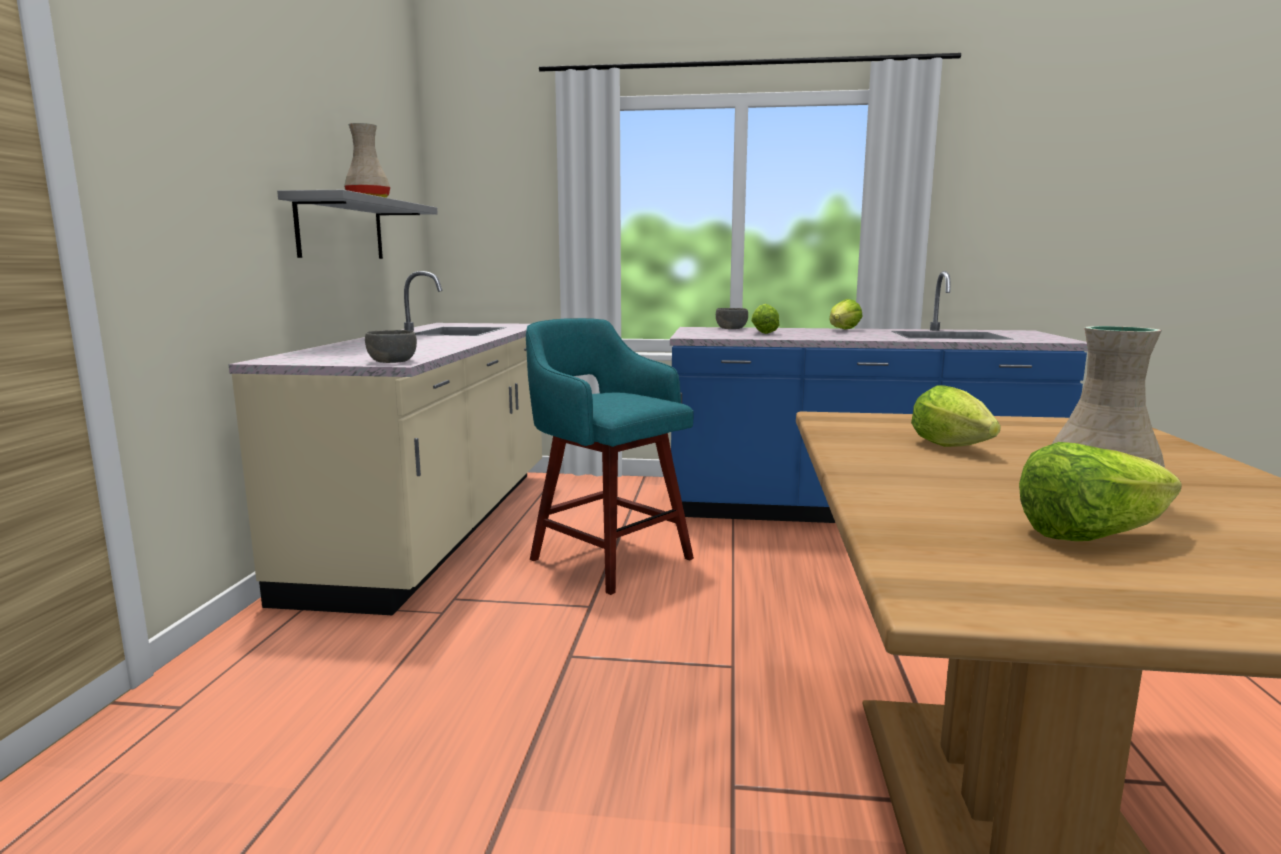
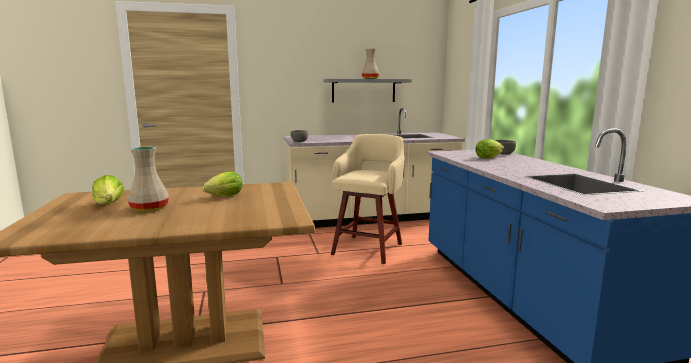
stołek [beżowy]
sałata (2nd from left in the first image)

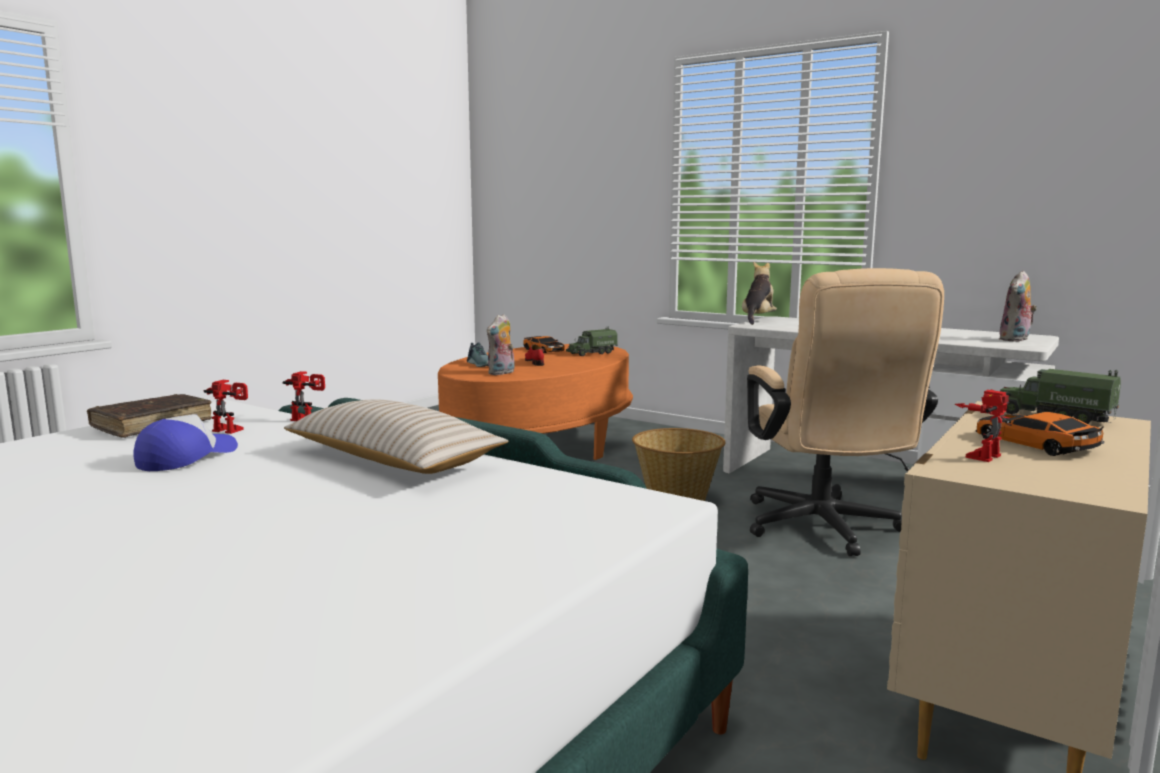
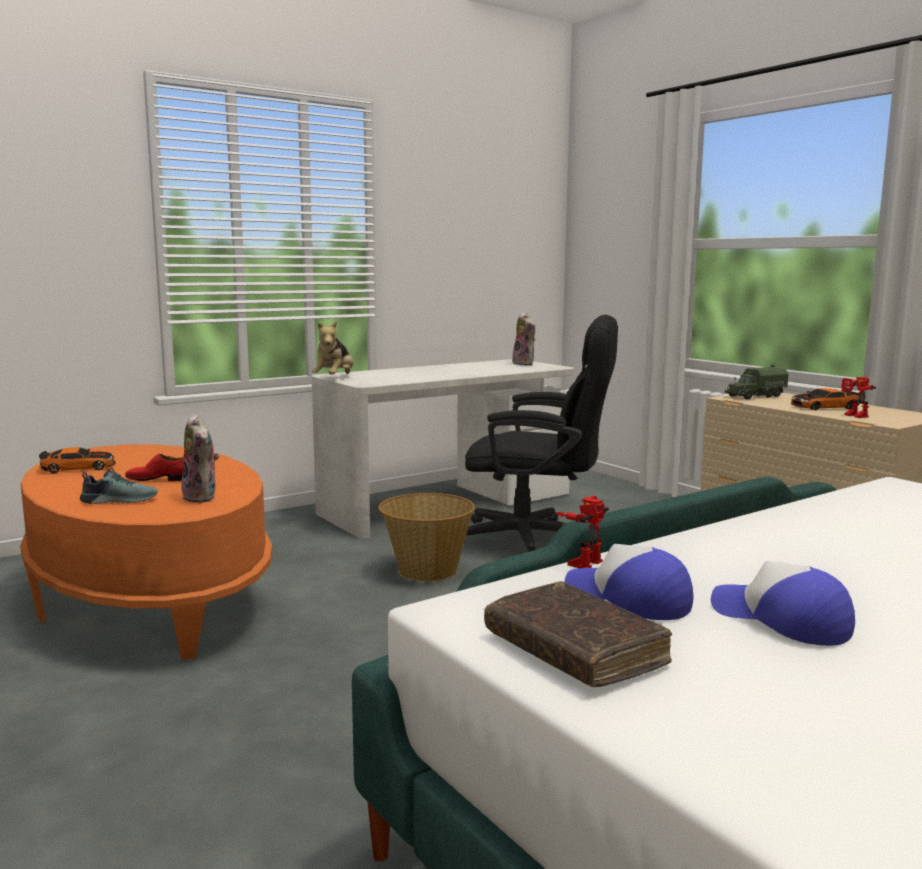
pluszak (2nd from left)
krzesło biurowe [czarny]
czapka z daszkiem (1st from left)
poduszka [beżowy]
ciężarówka zabawkowa (1st from left in the first image)

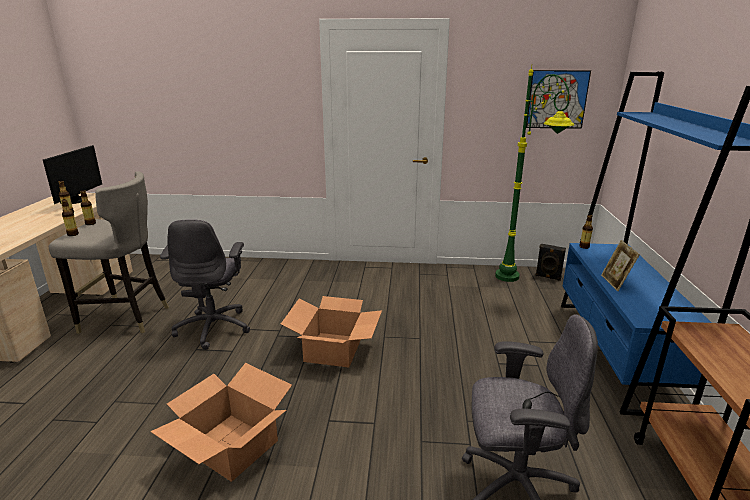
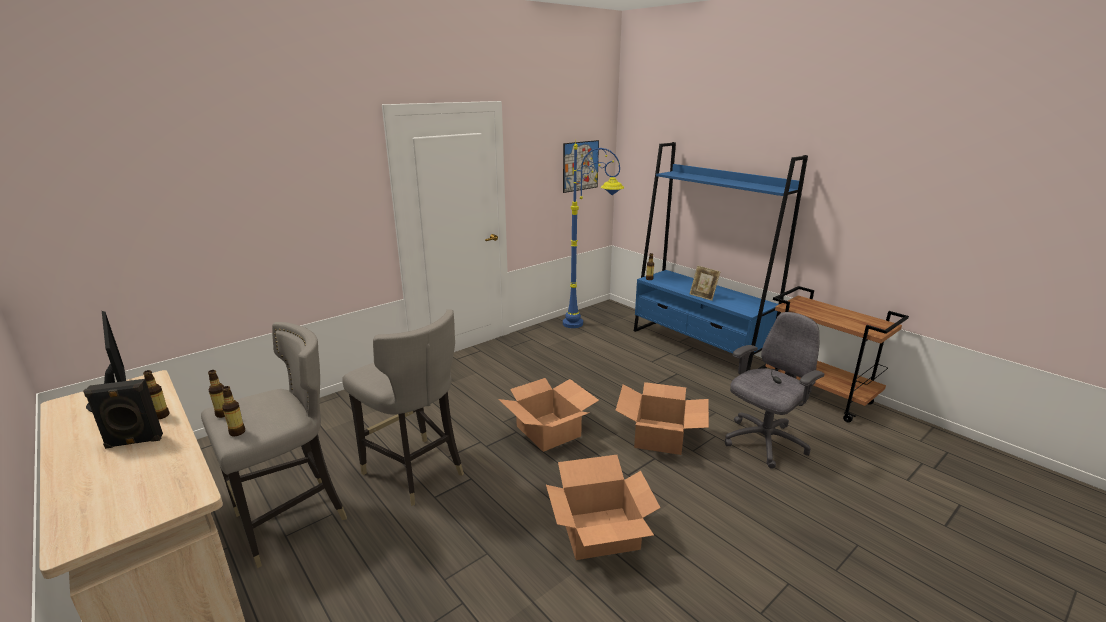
głośnik [czarny]
stołek [szary] (2nd from left)
lampa stojąca [niebieski]
karton (3rd from left)

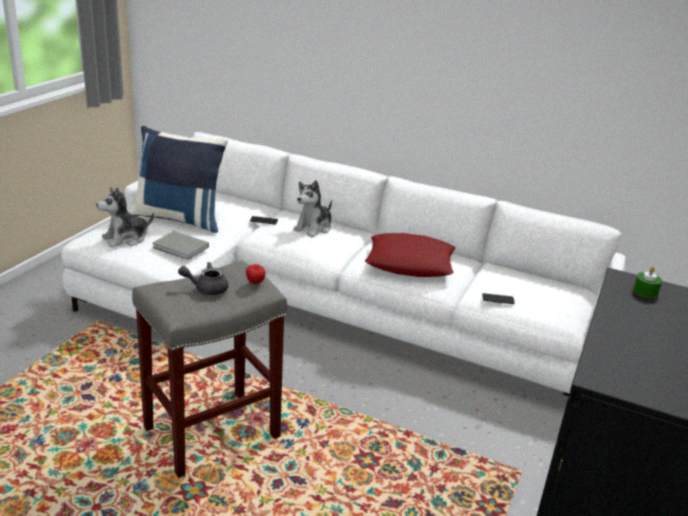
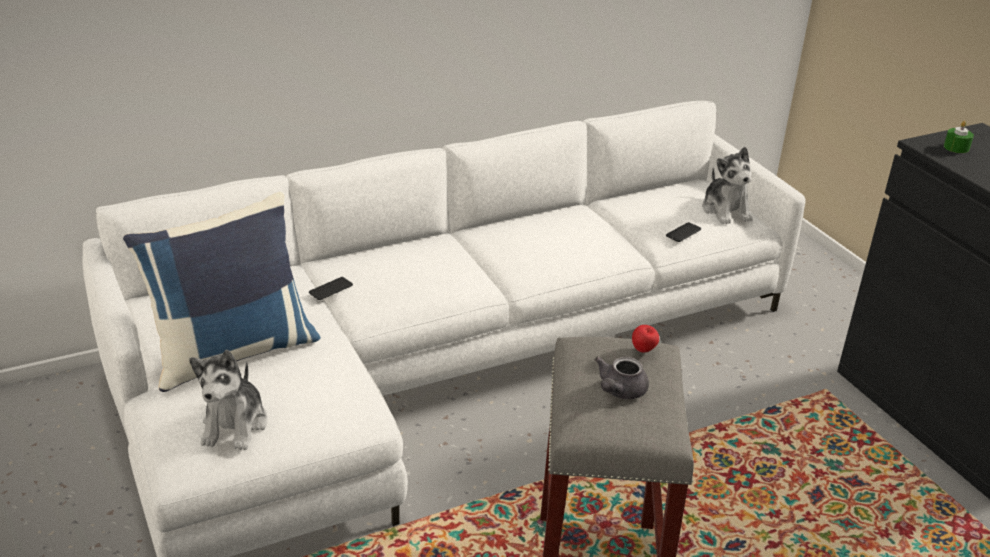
pluszak (2nd from left)
książka [szary]
poduszka [czerwony]

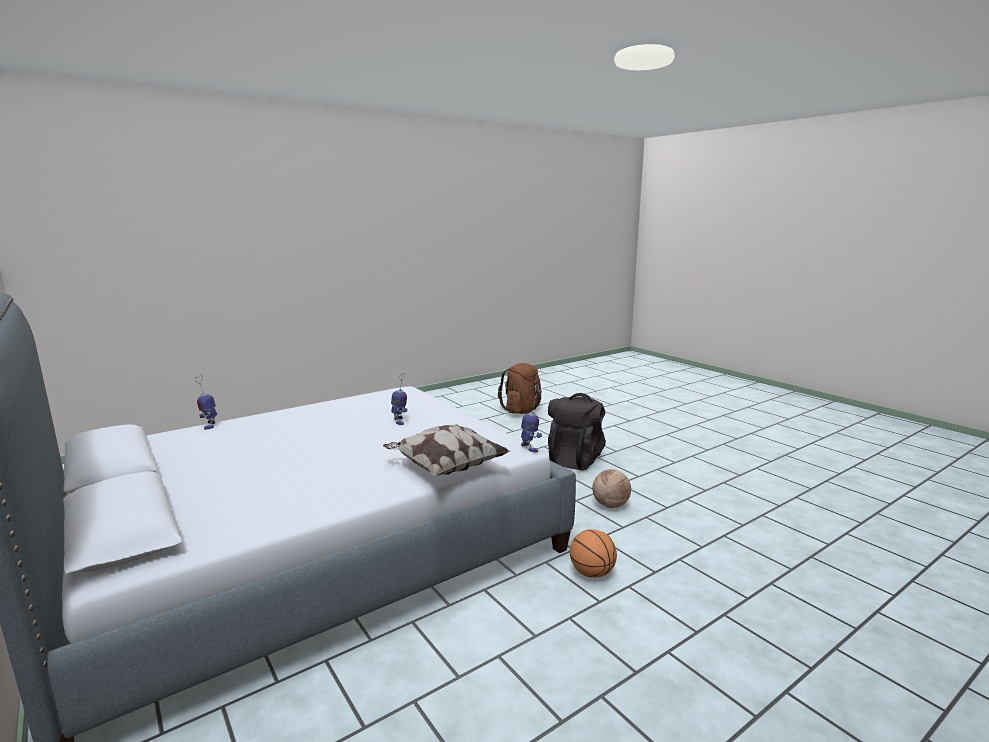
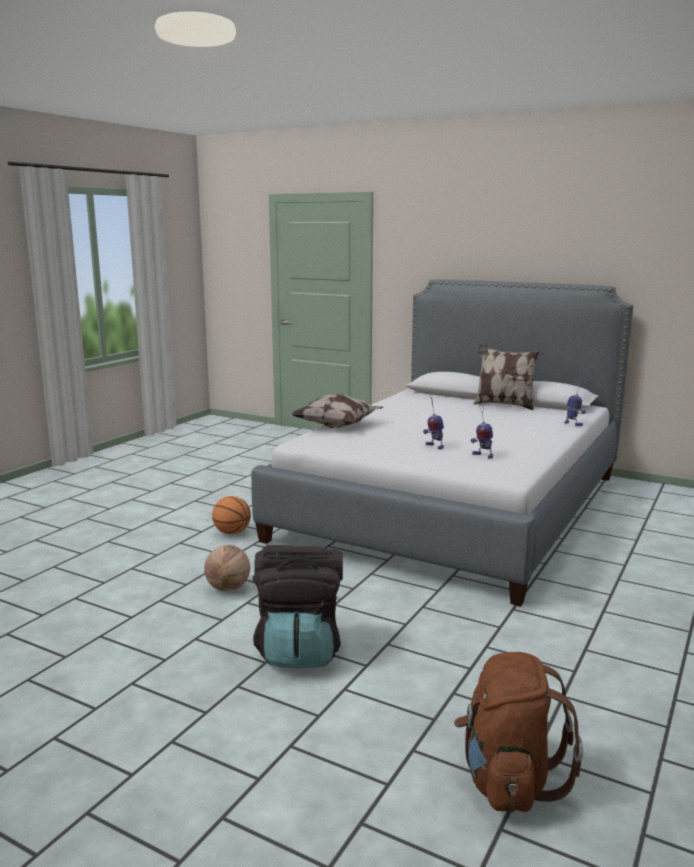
robot zabawkowy (2nd from left)
poduszka (2nd from left)

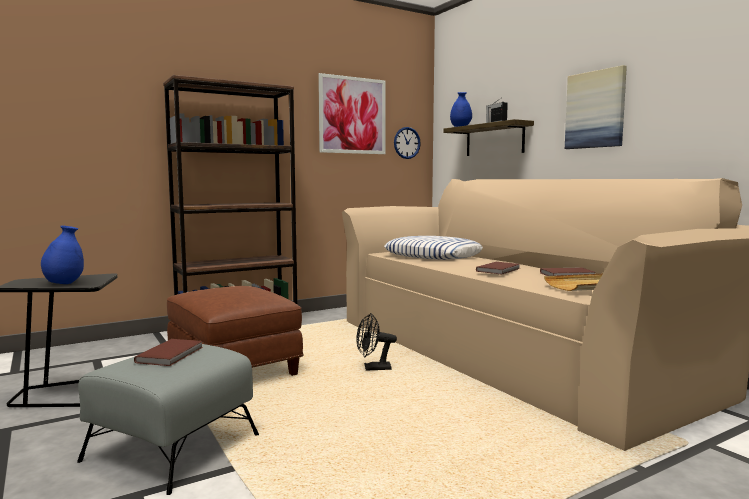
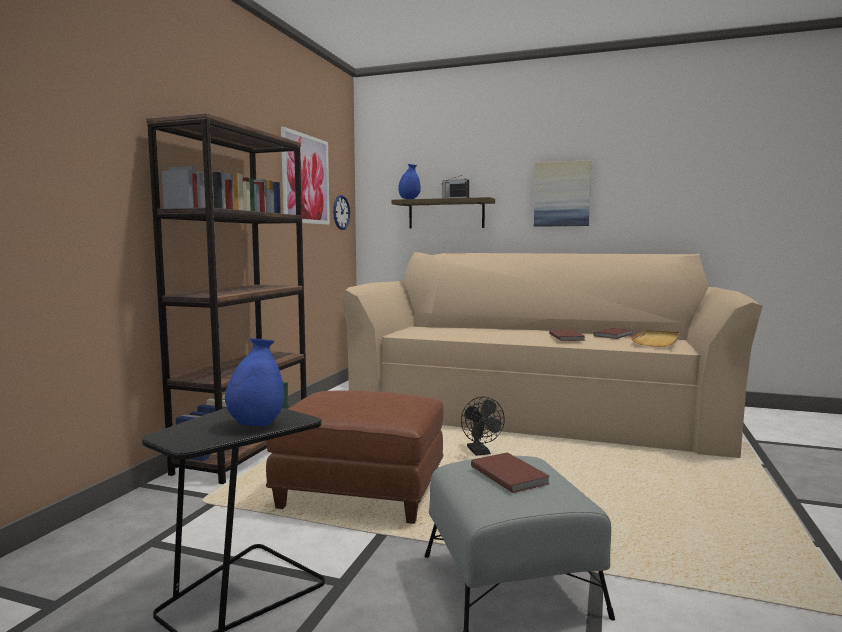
wentylator [czarny]
poduszka

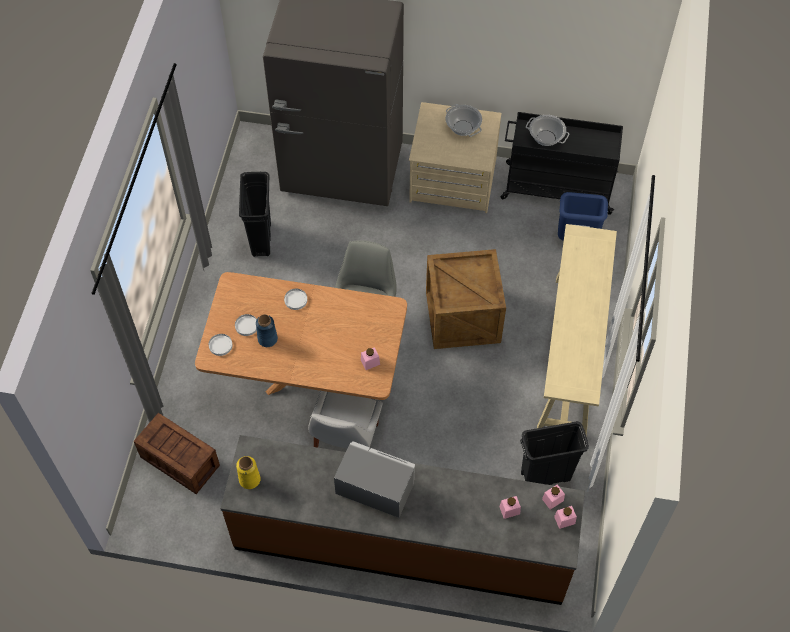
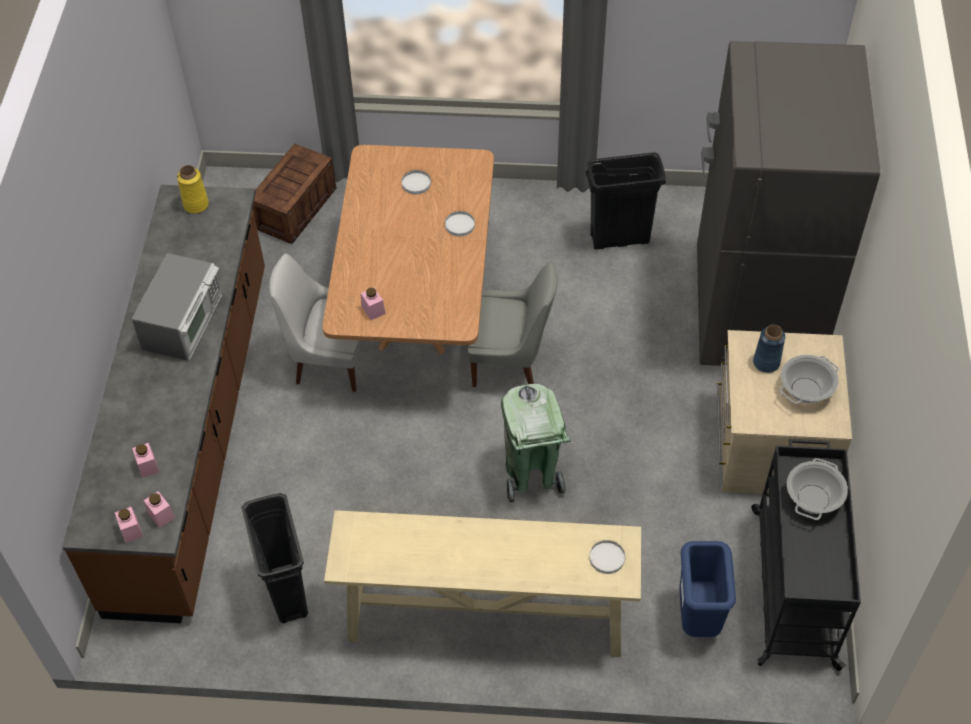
kosz na śmieci [zielony]
talerz [biały] (3rd from left)
wazon [niebieski]

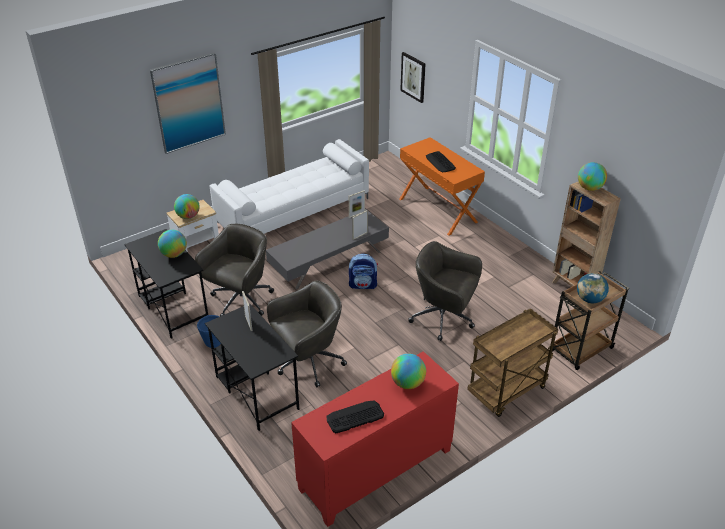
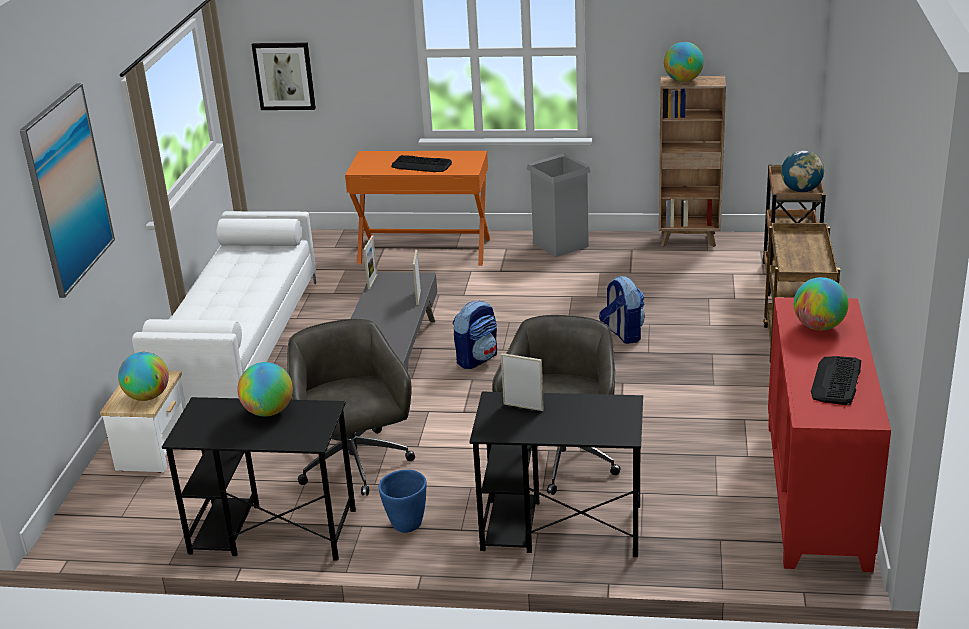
kosz na śmieci [szary]
plecak (2nd from left)

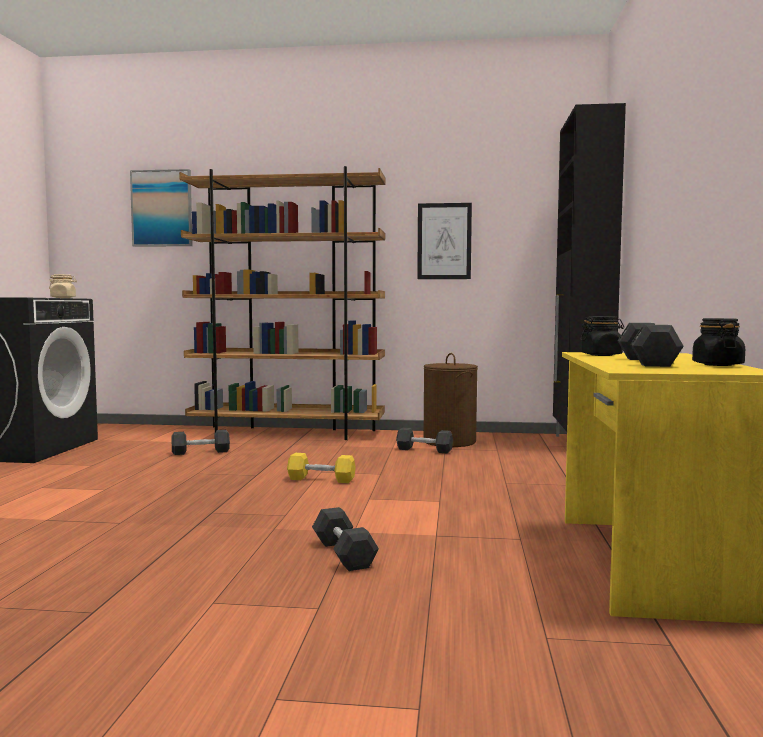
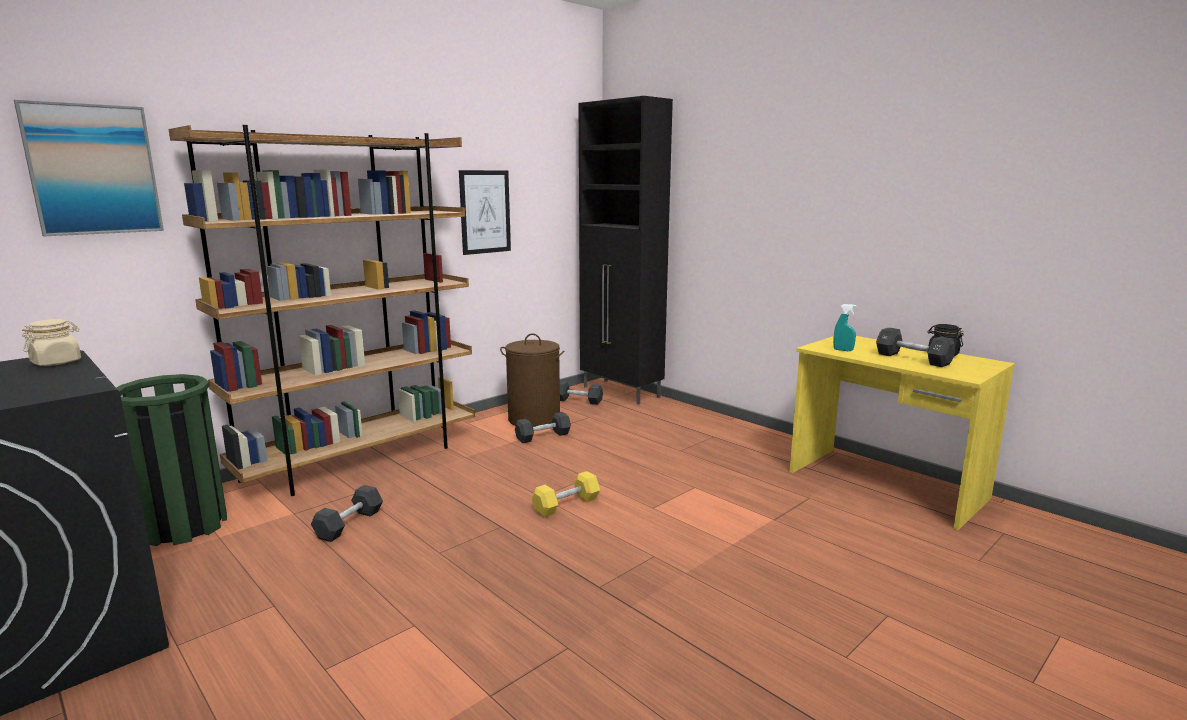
kosz na śmieci [zielony]
hantel [czarny] (3rd from left)
spryskiwacz [turkusowy]

